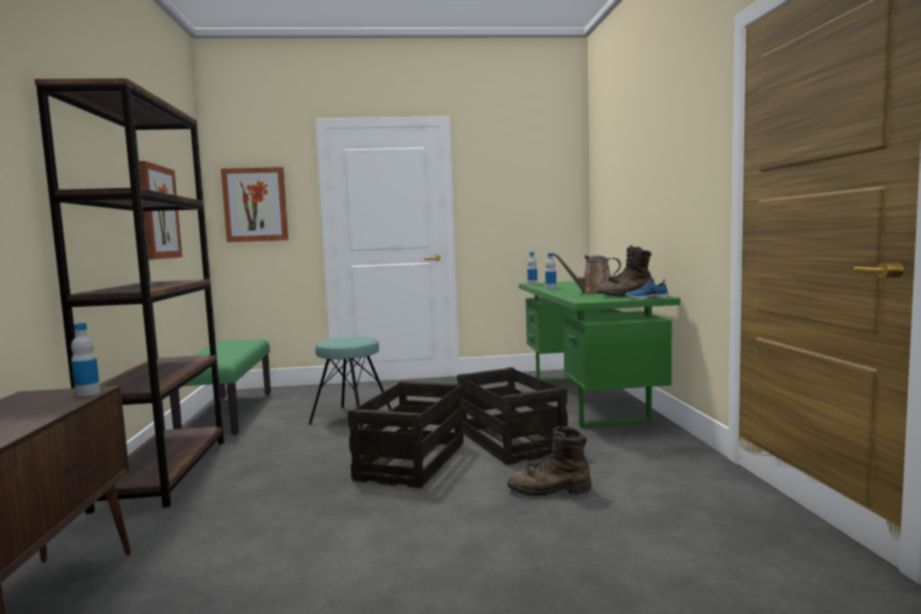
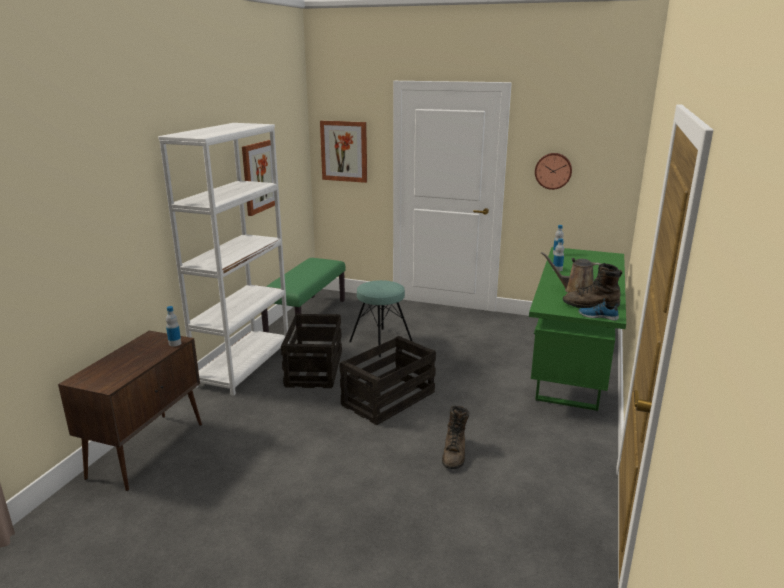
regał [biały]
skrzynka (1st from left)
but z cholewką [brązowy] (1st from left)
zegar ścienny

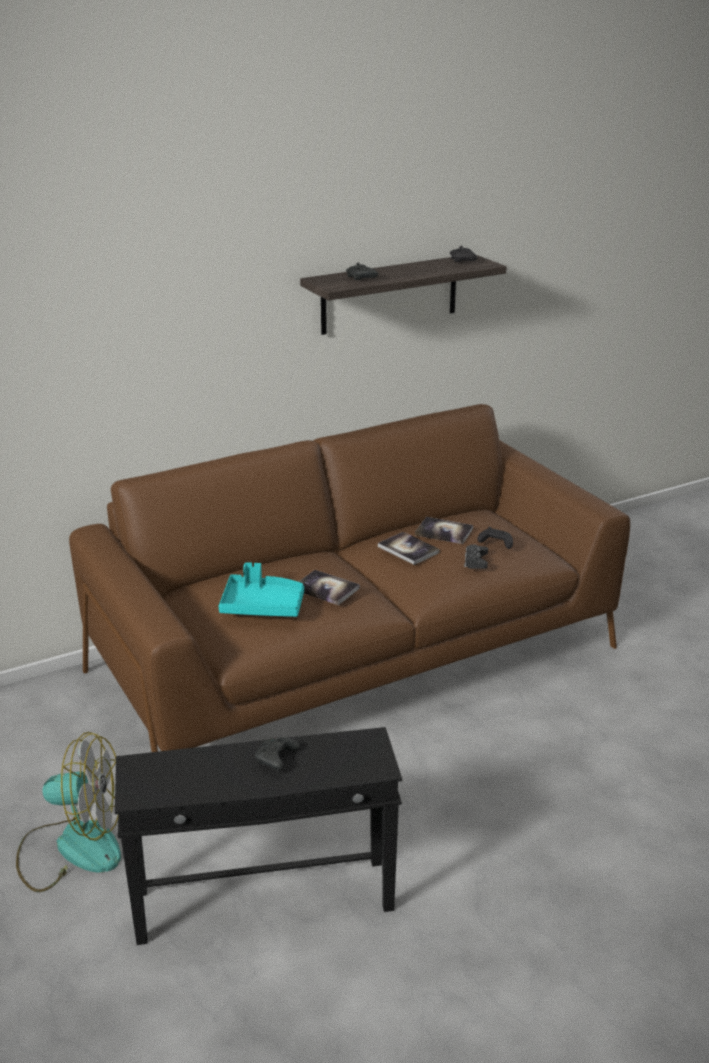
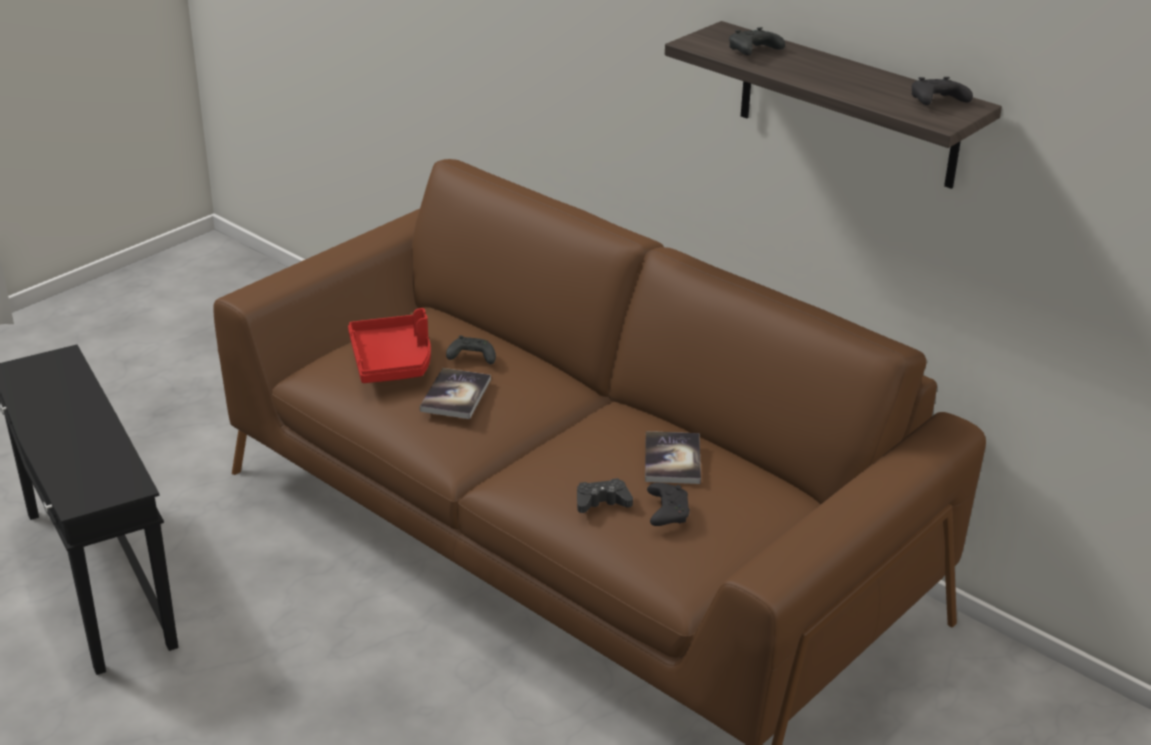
taca [czerwony]
pad do gier [czarny] (1st from left)
wentylator
książka (2nd from left in the first image)

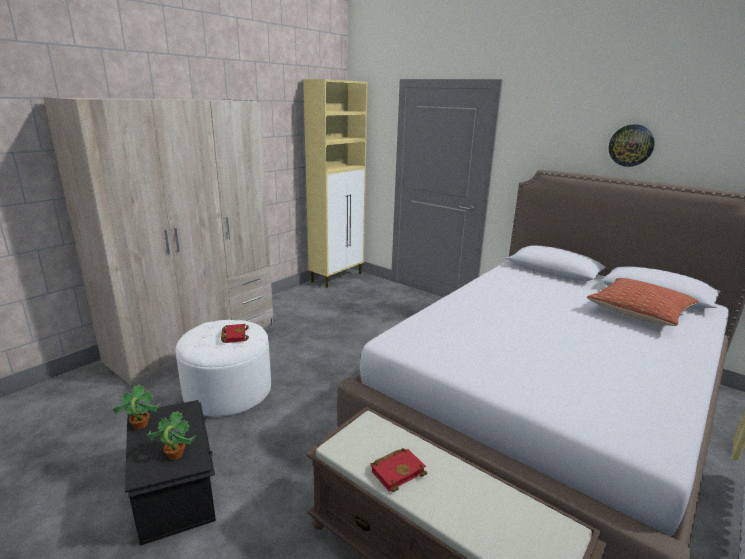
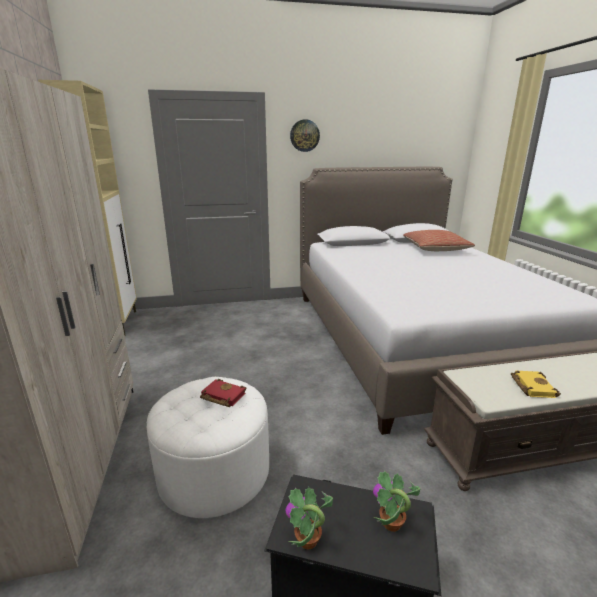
zegar ścienny
książka [żółty]

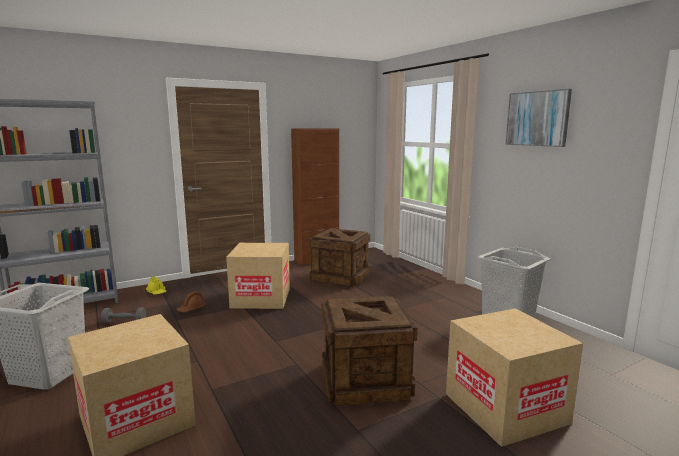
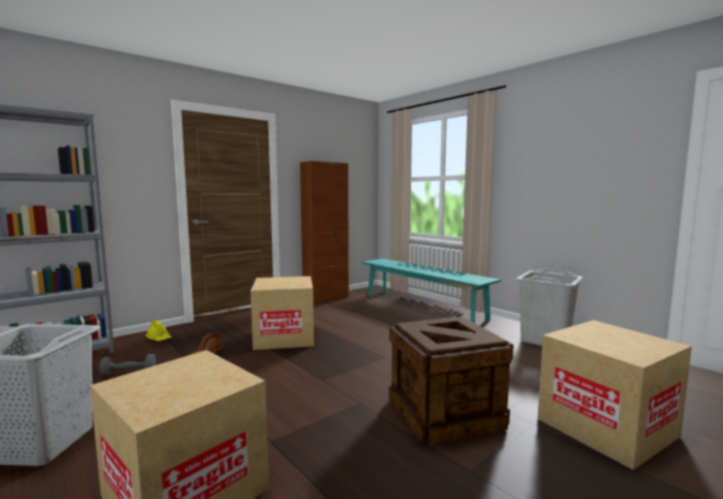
ławka [turkusowy]
skrzynka (1st from left in the first image)
obraz

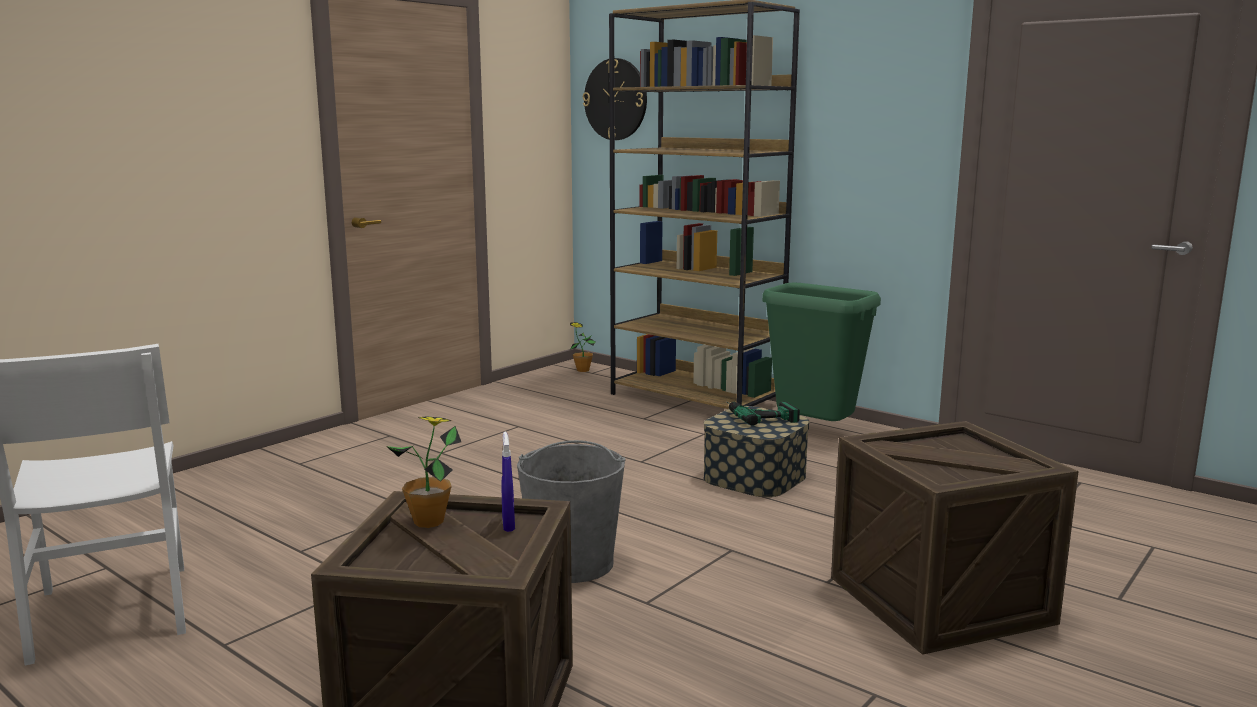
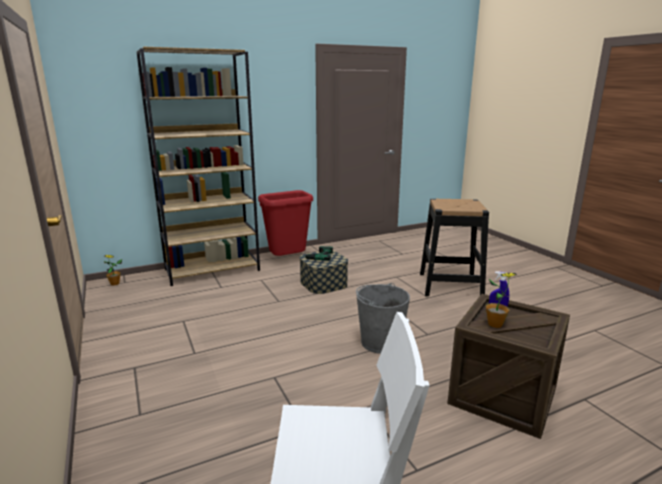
kosz na śmieci [czerwony]
stołek [czarny]
zegar ścienny

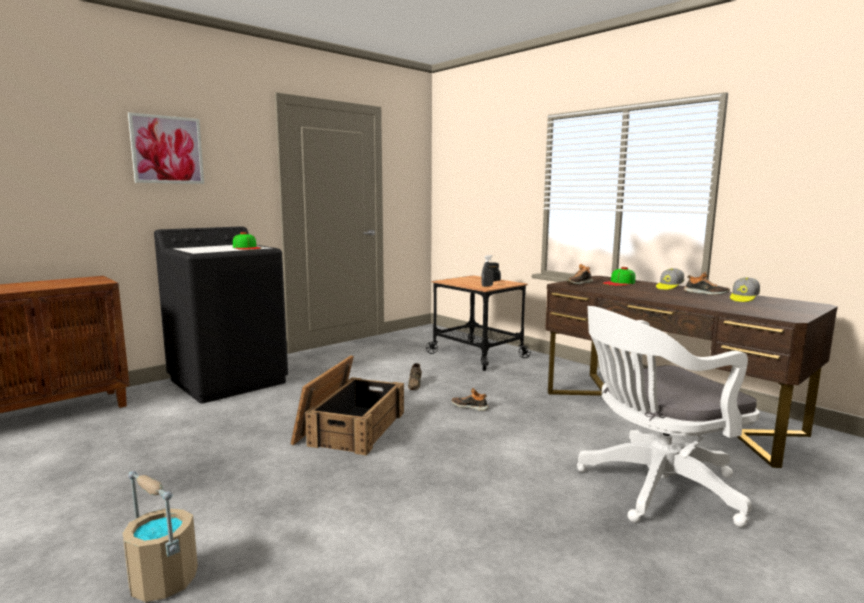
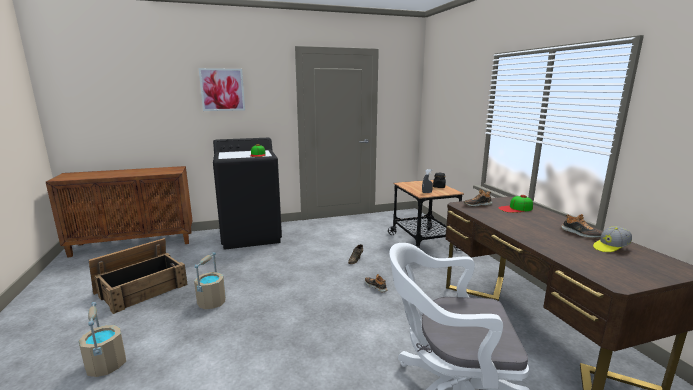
skrzynka
wiadro [beżowy] (2nd from left)
czapka z daszkiem (3rd from left in the first image)

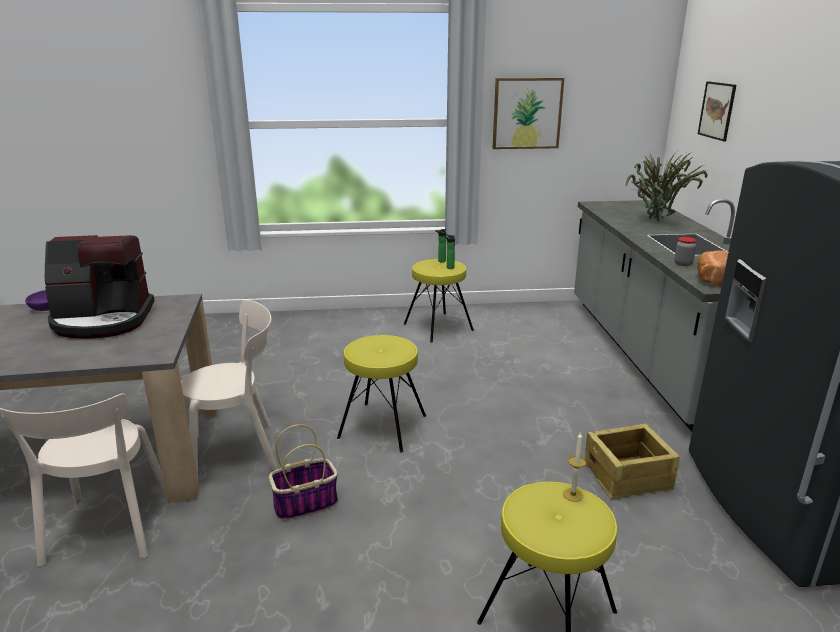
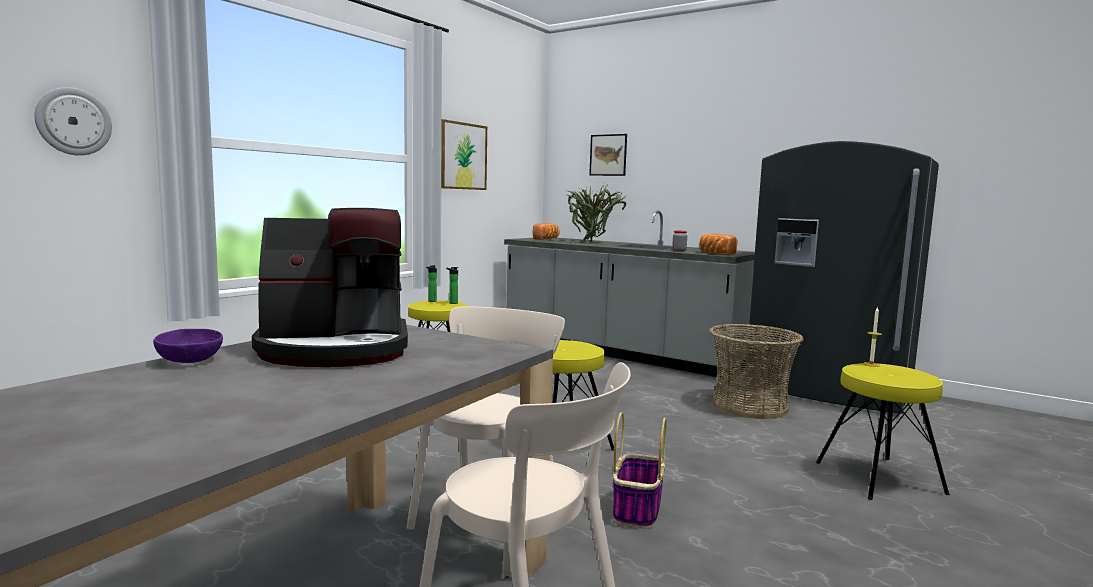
zegar ścienny
ekspres do kawy
chleb (1st from left)
koszyk (2nd from left)

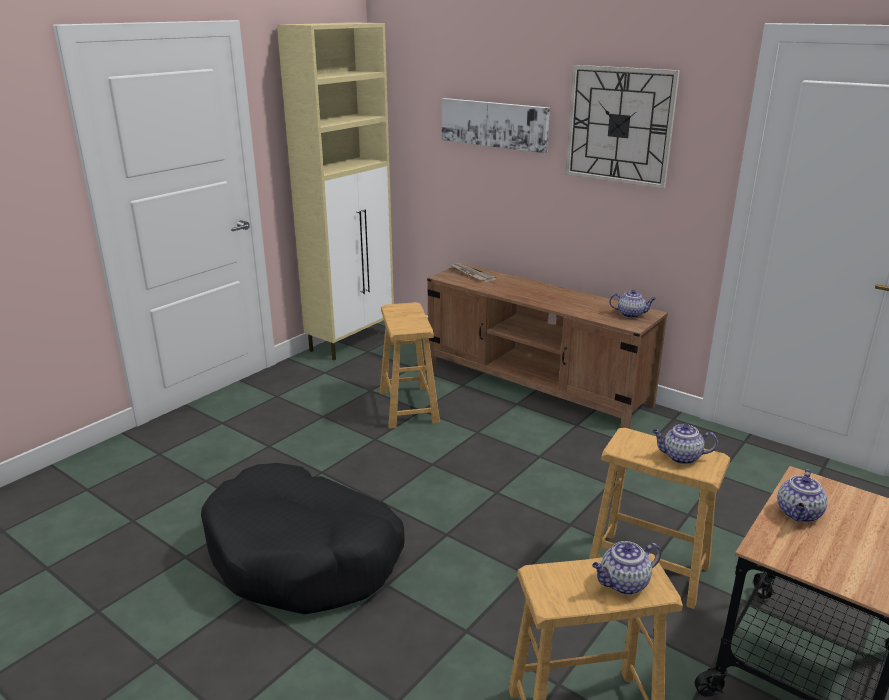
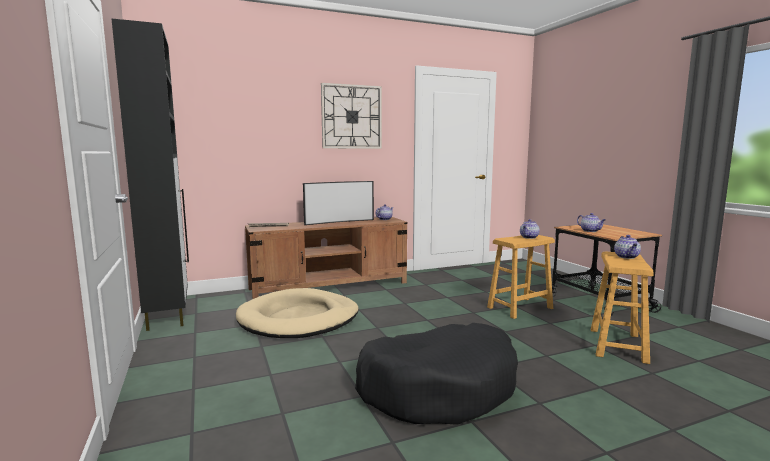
szafka [czarny]
legowisko [beżowy]
telewizor
obraz

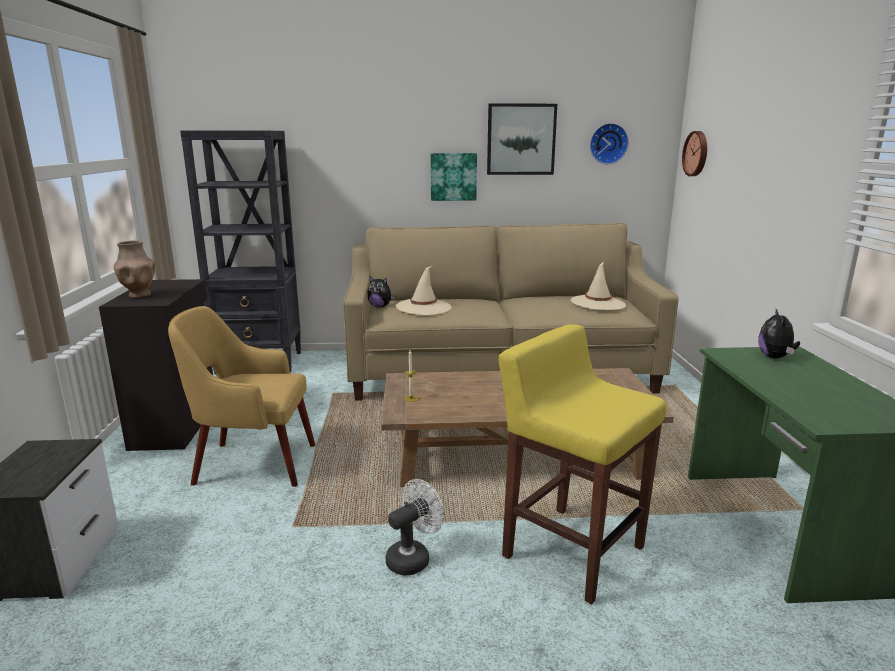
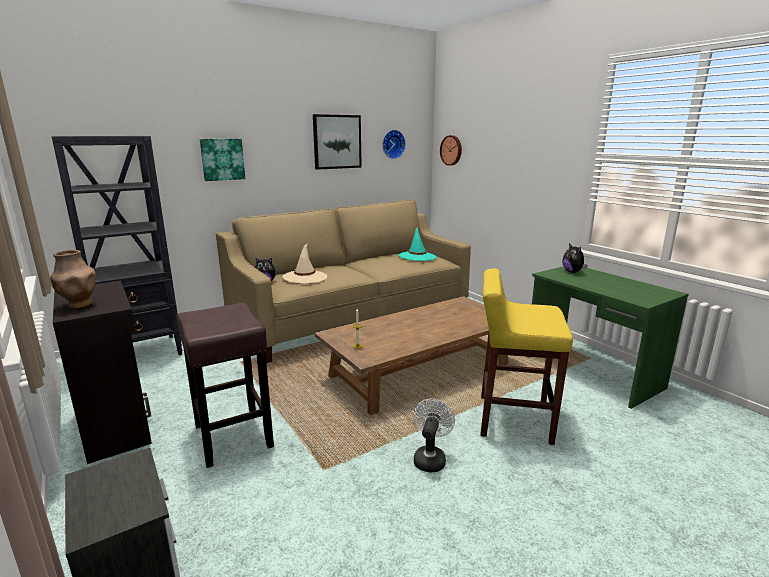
stołek [brązowy]
obraz (1st from left)
kapelusz [turkusowy]

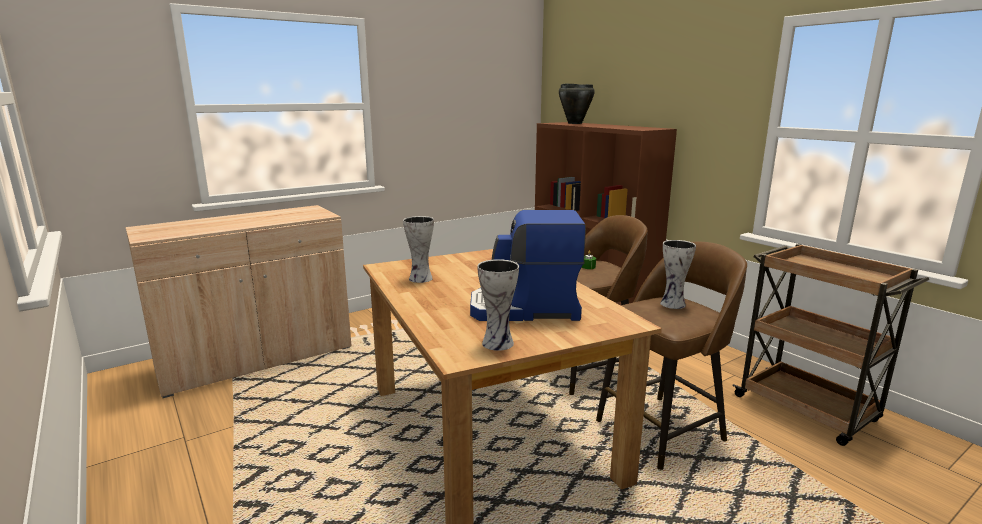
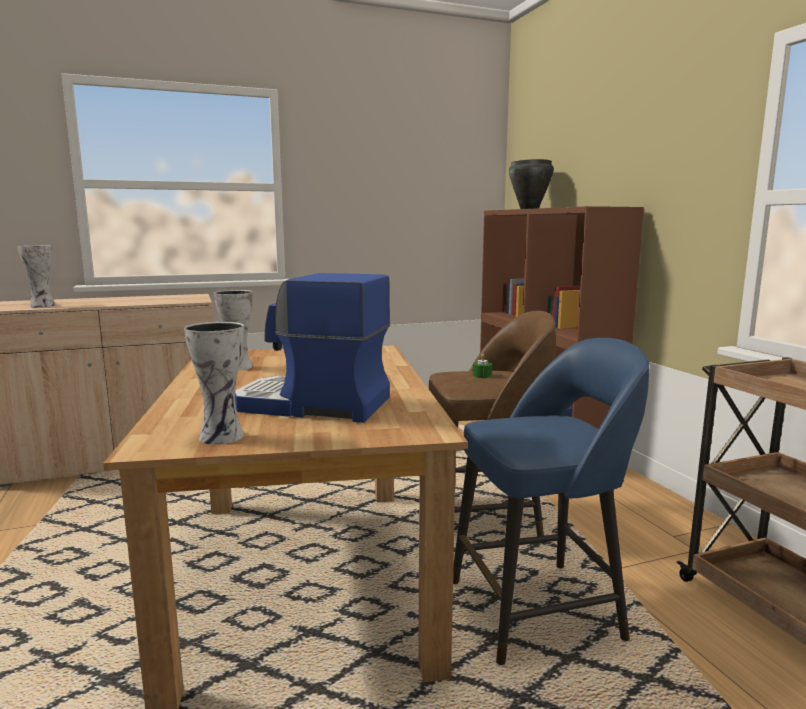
wazon (1st from left)
stołek [niebieski]

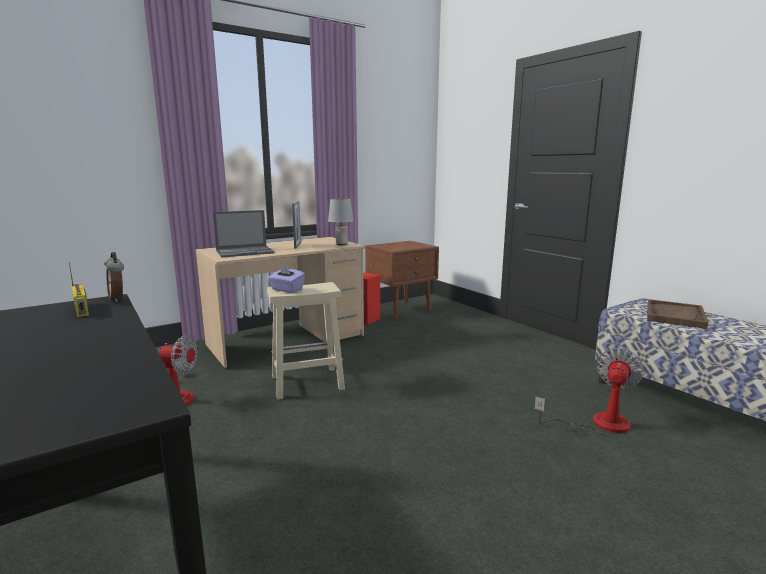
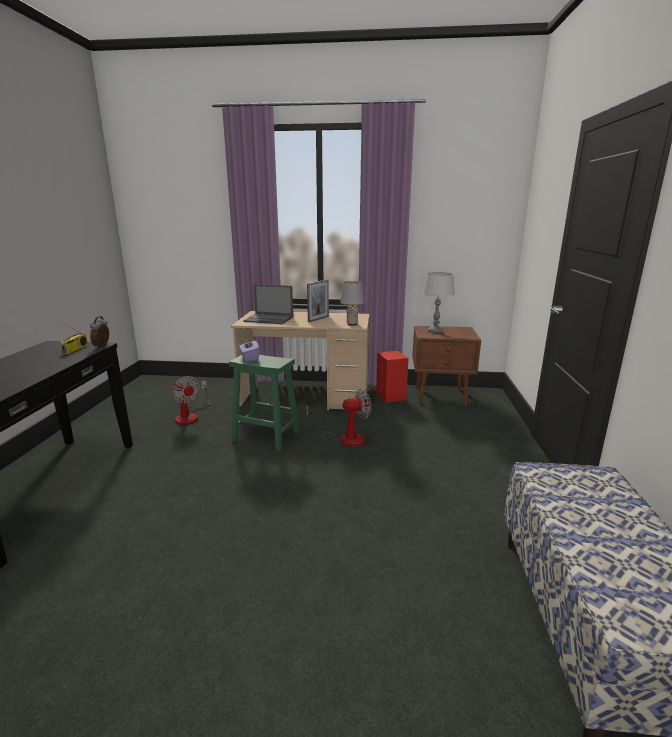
stołek [zielony]
wentylator (2nd from left)
lampa stołowa [szary] (2nd from left)
taca [brązowy]

